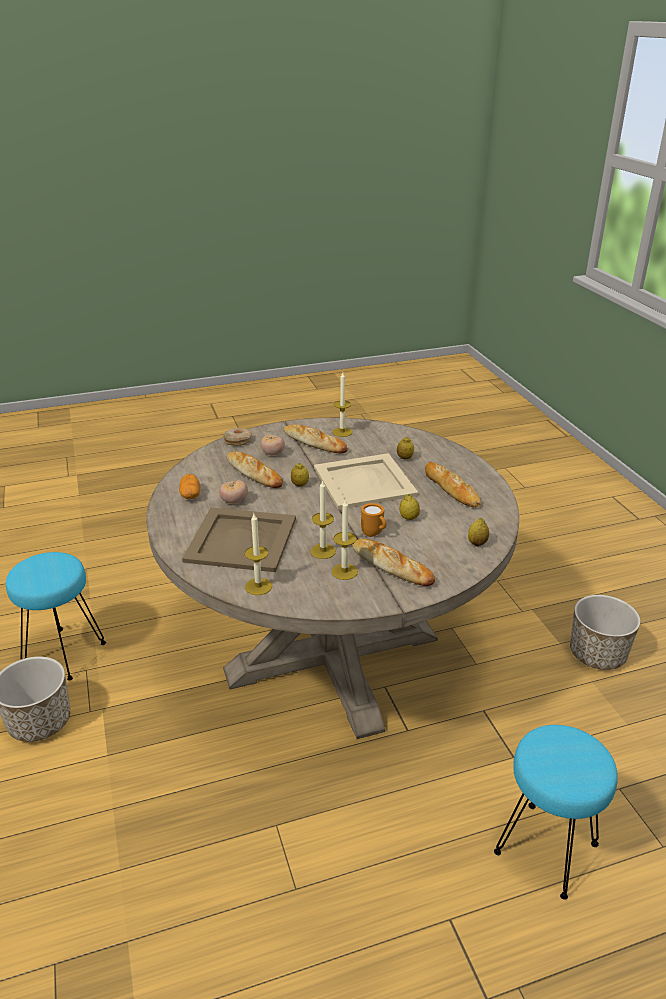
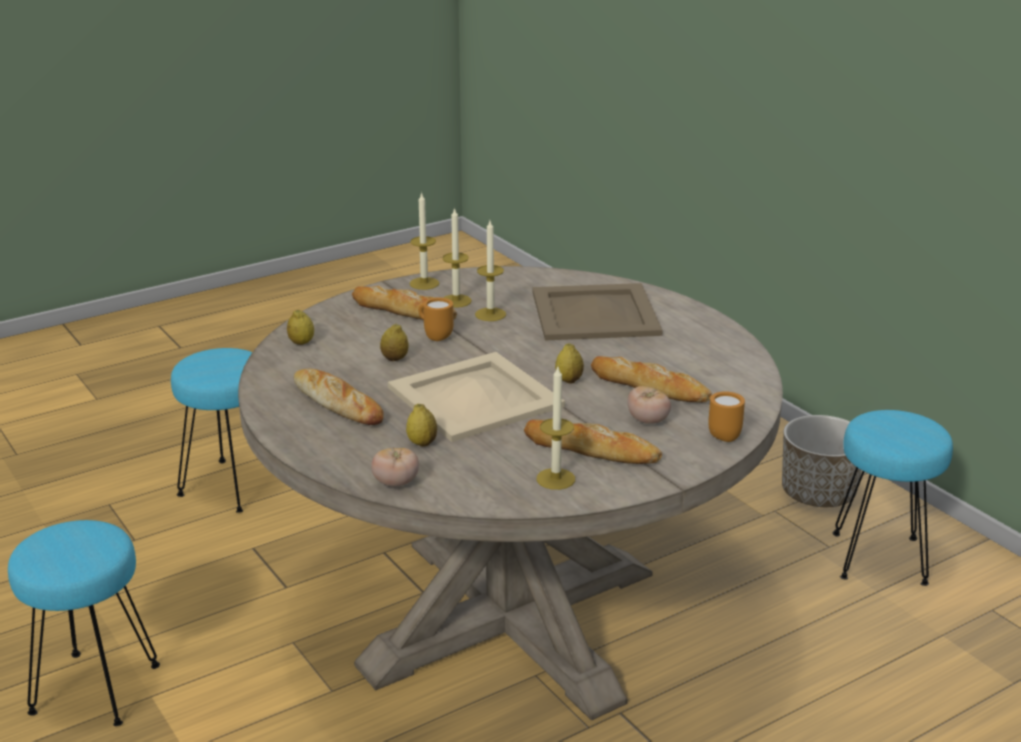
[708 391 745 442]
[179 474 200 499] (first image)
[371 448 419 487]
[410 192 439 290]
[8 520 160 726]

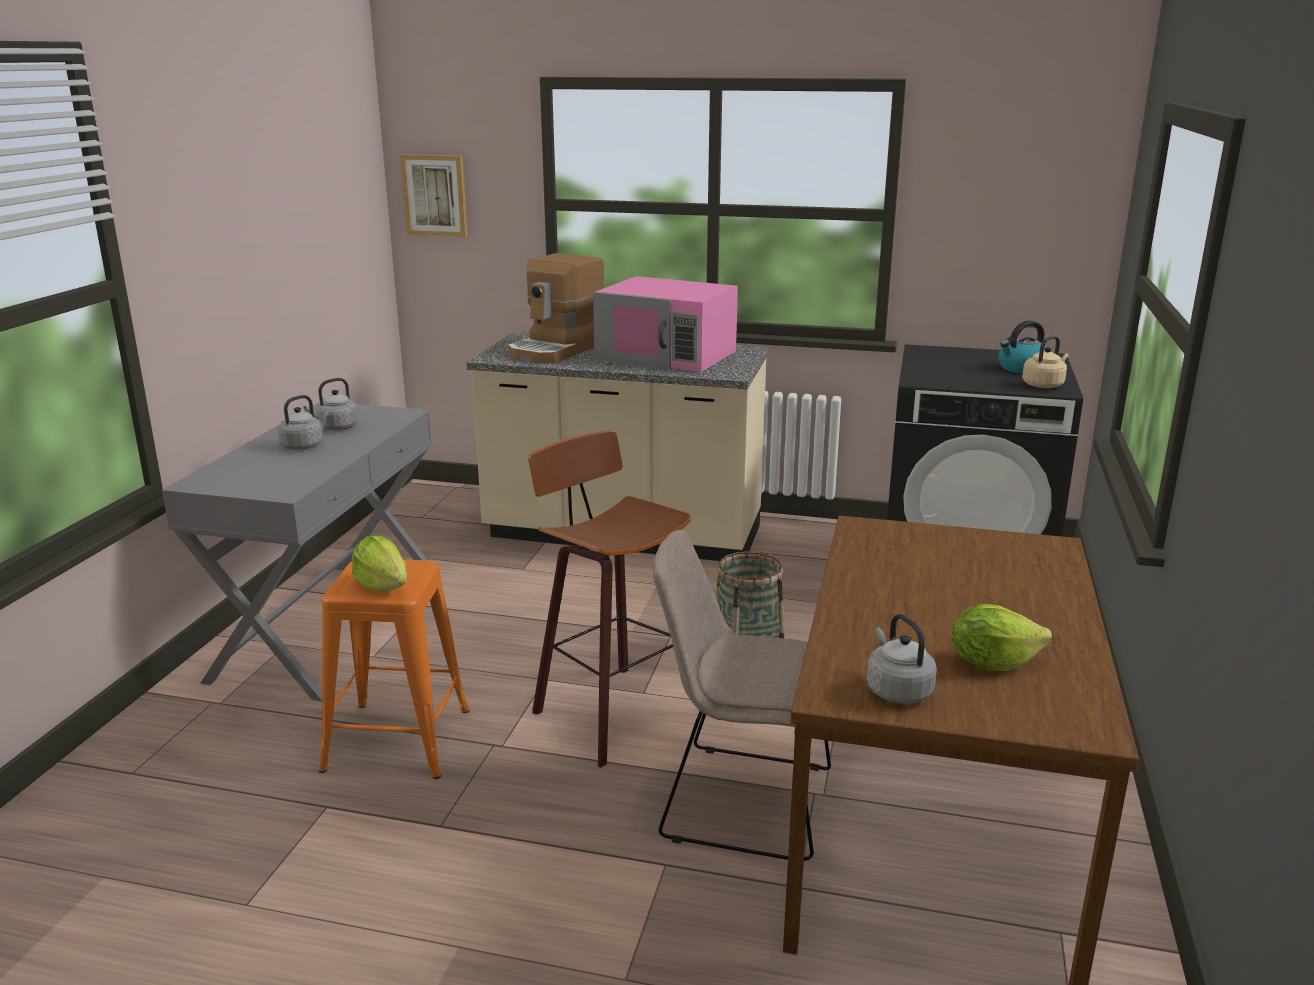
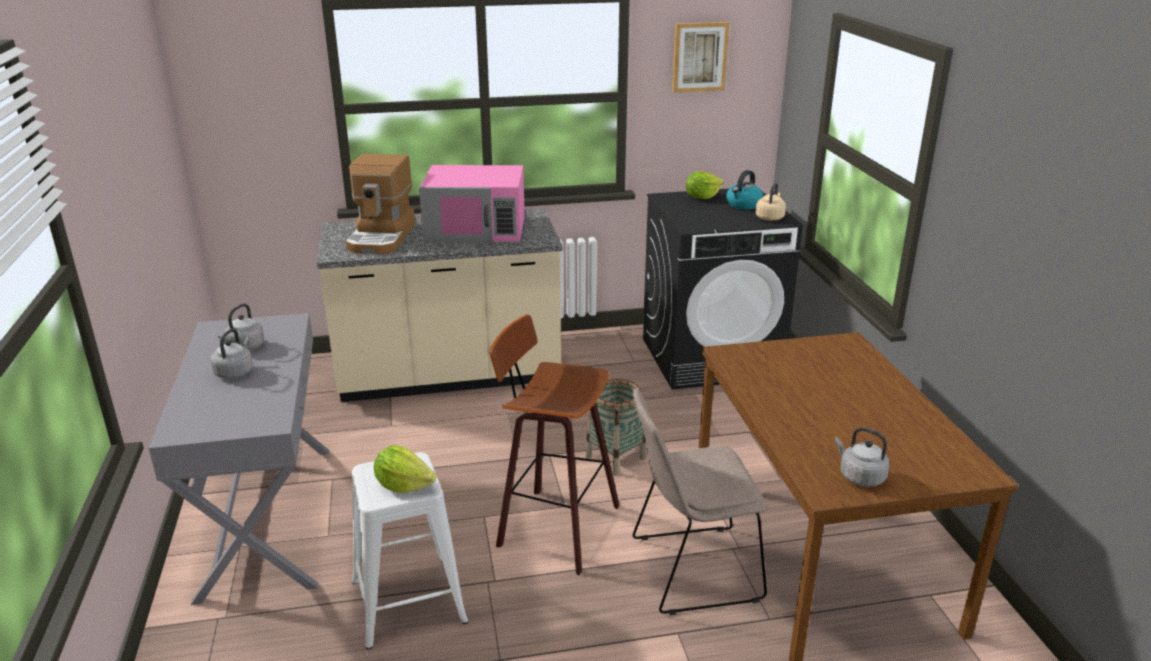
[672 22 729 92]
[351 452 469 650]
[686 171 724 199]

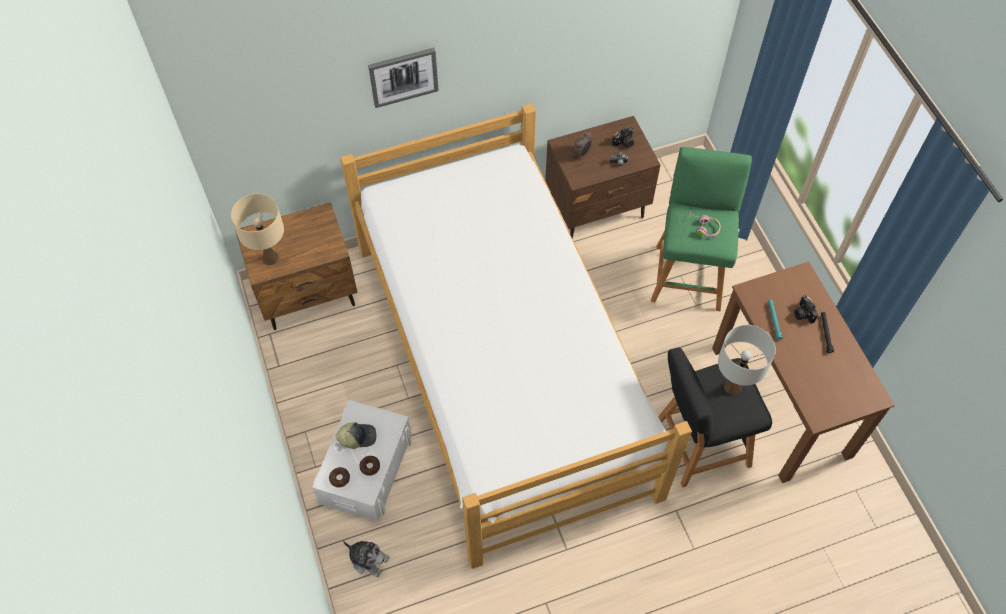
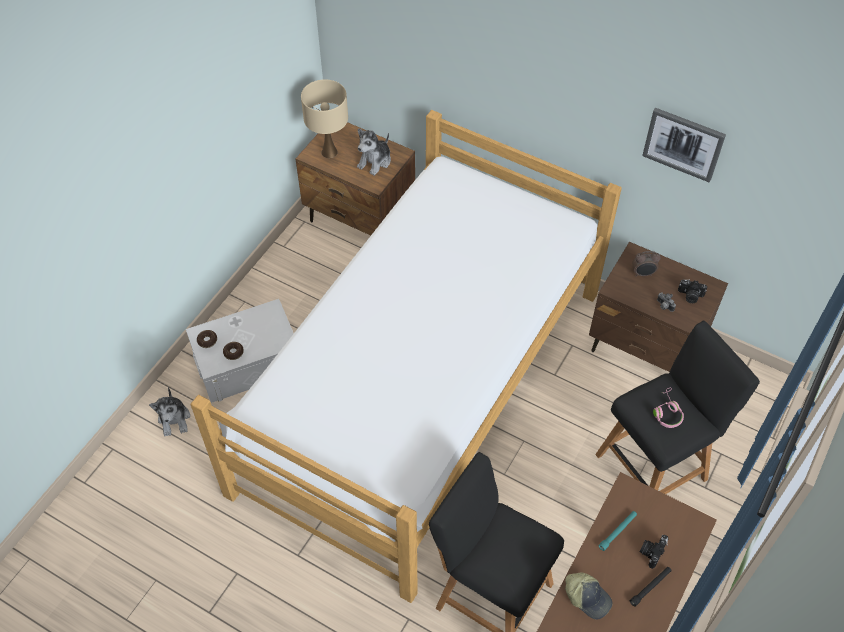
[642 108 726 183]
[595 321 760 494]
[718 325 776 395] (first image)
[565 573 612 620]
[357 128 391 176]

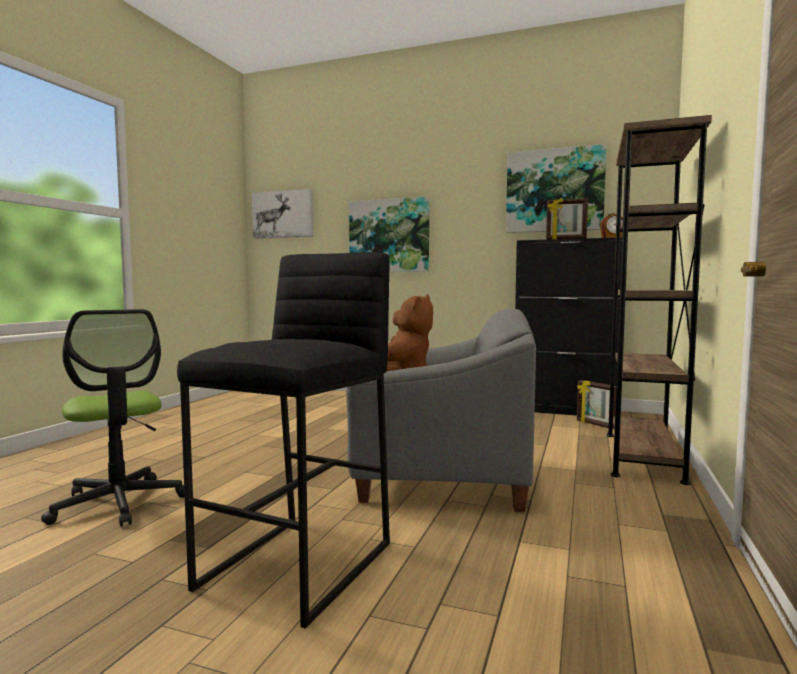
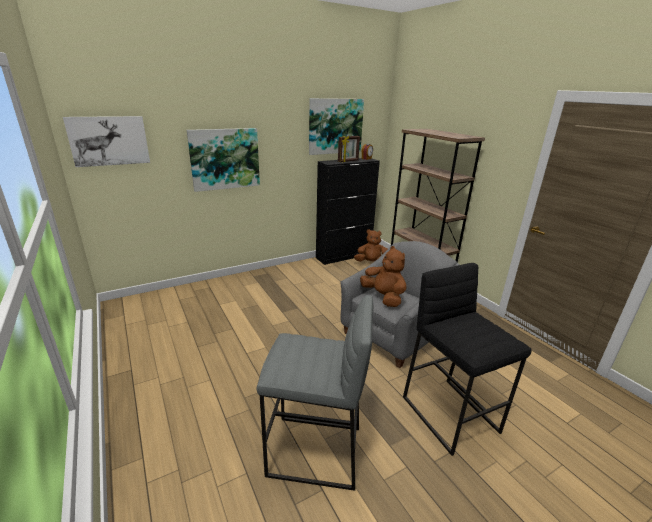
[256 295 373 491]
[354 229 387 262]

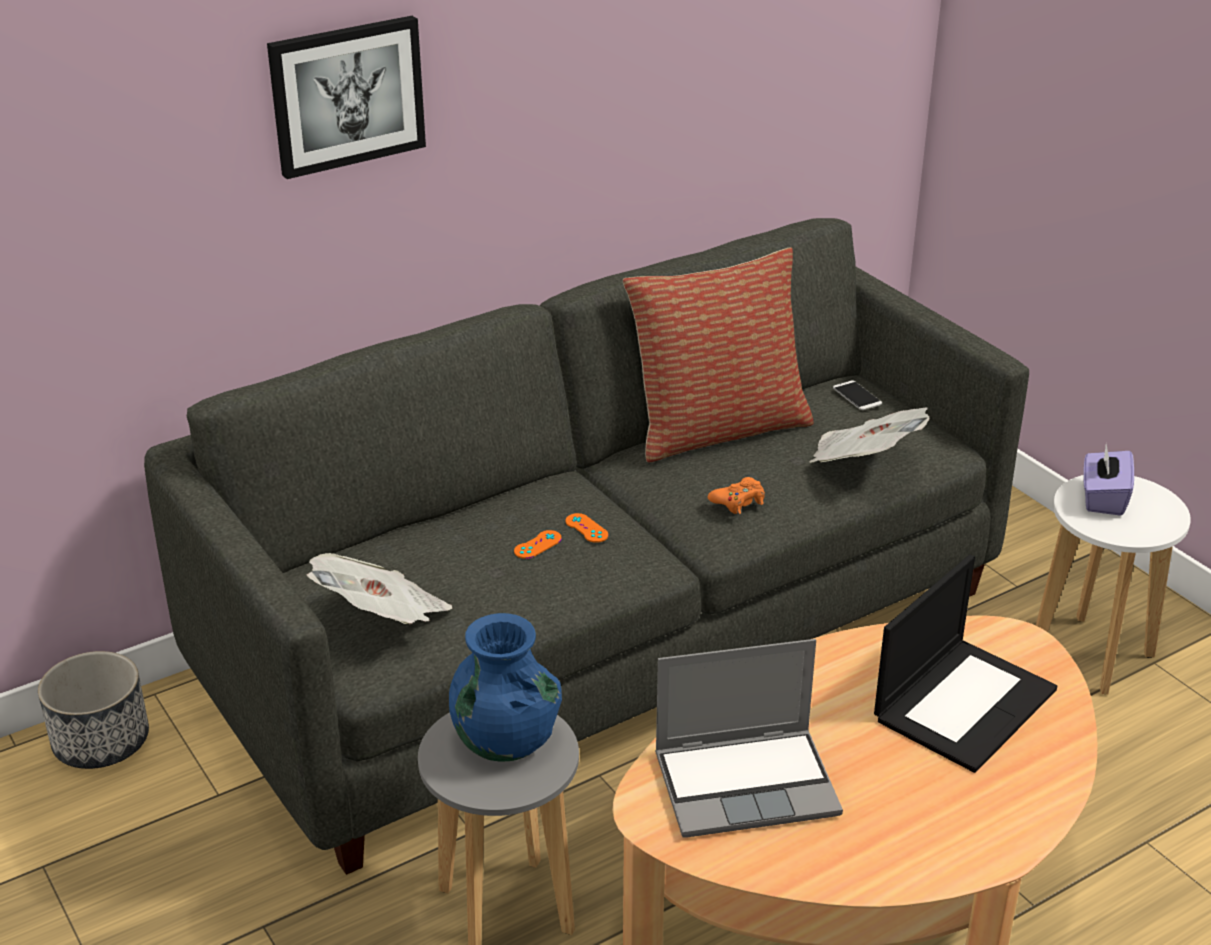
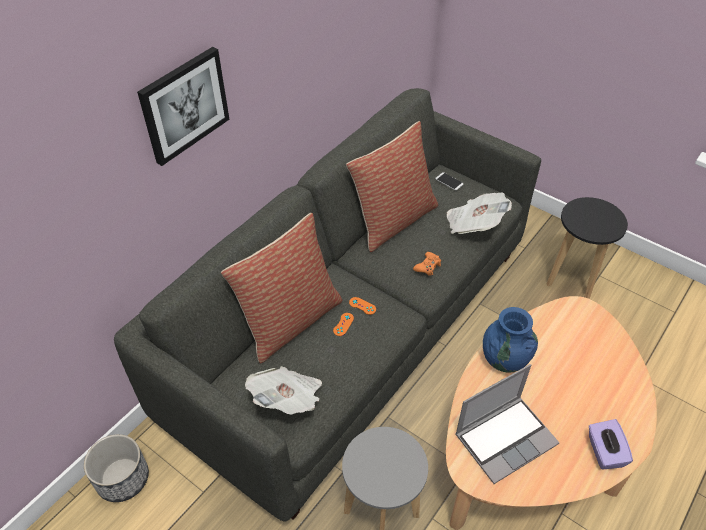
[589 419 633 470]
[547 197 628 299]
[874 555 1057 773] (first image)
[483 307 538 372]
[221 213 342 364]

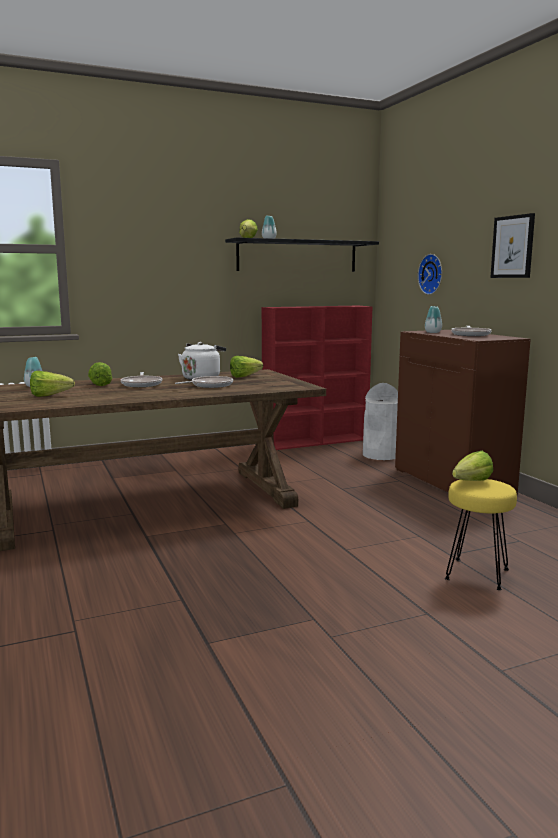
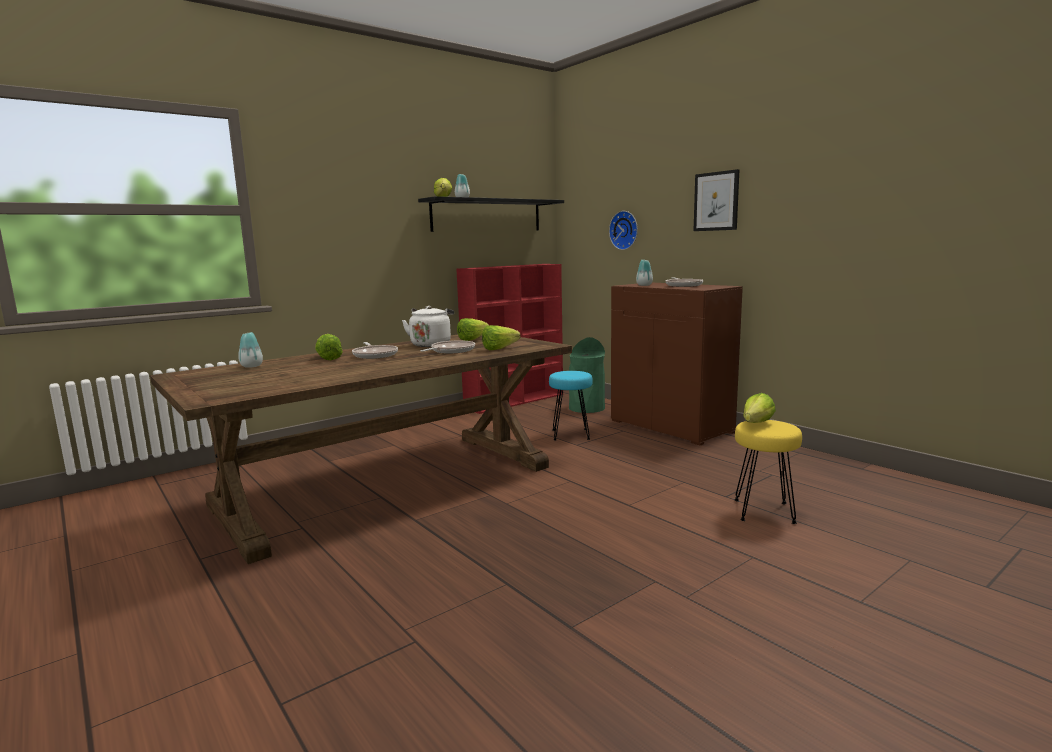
[482 325 520 351]
[569 337 605 413]
[549 371 593 440]

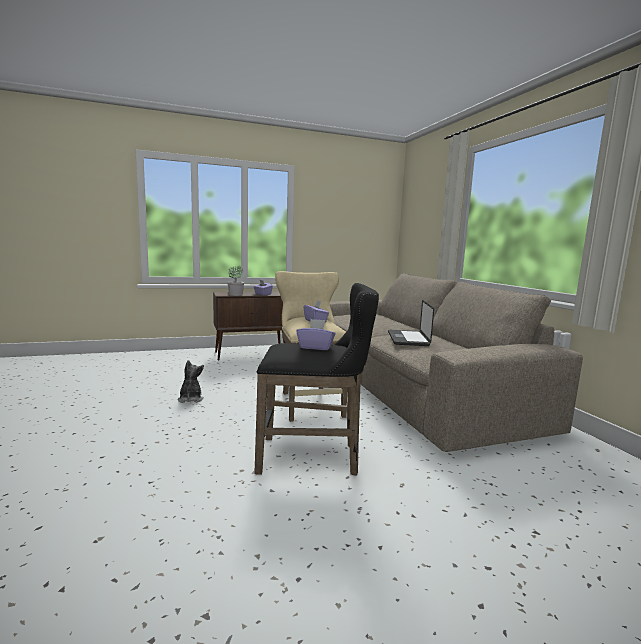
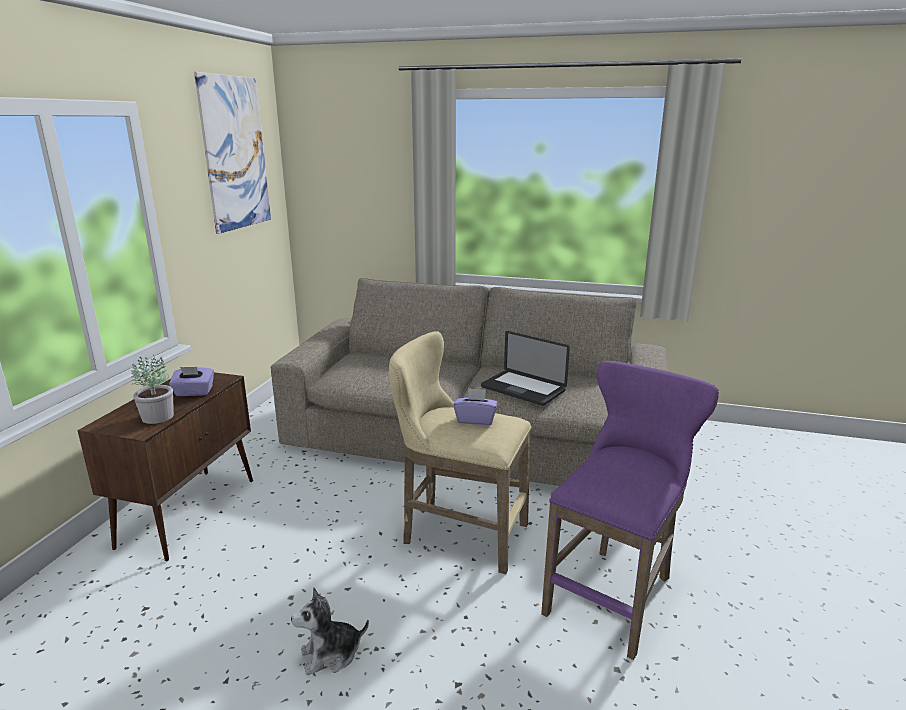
[541 361 719 660]
[297 319 336 350] (first image)
[291 588 369 675]
[194 72 271 234]

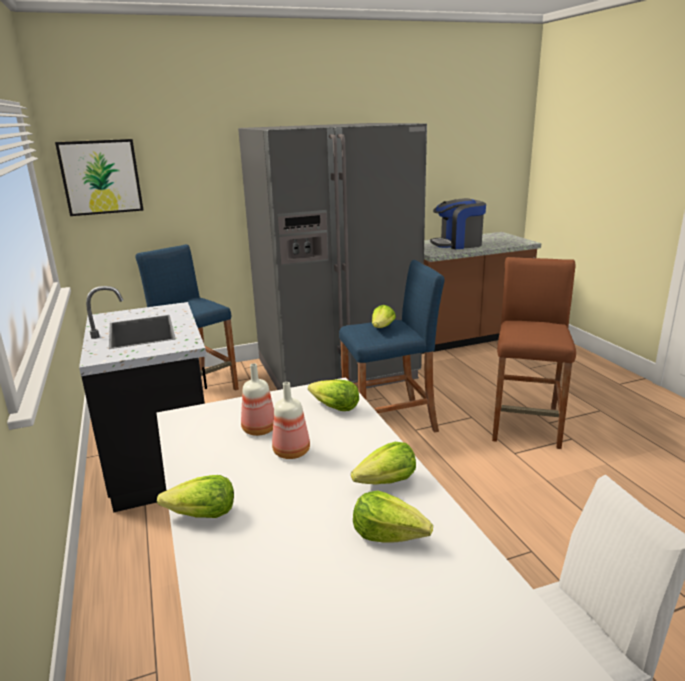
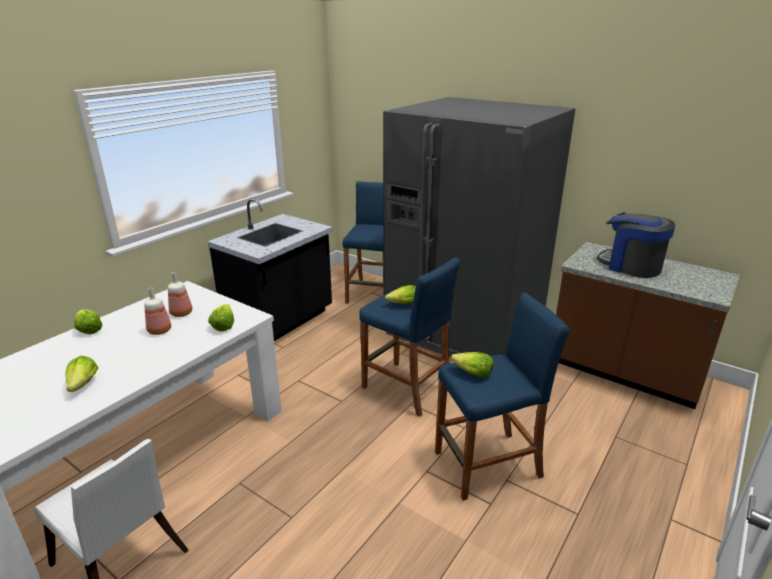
[55 139 144 216] (first image)
[435 292 569 501]
[451 352 493 377]

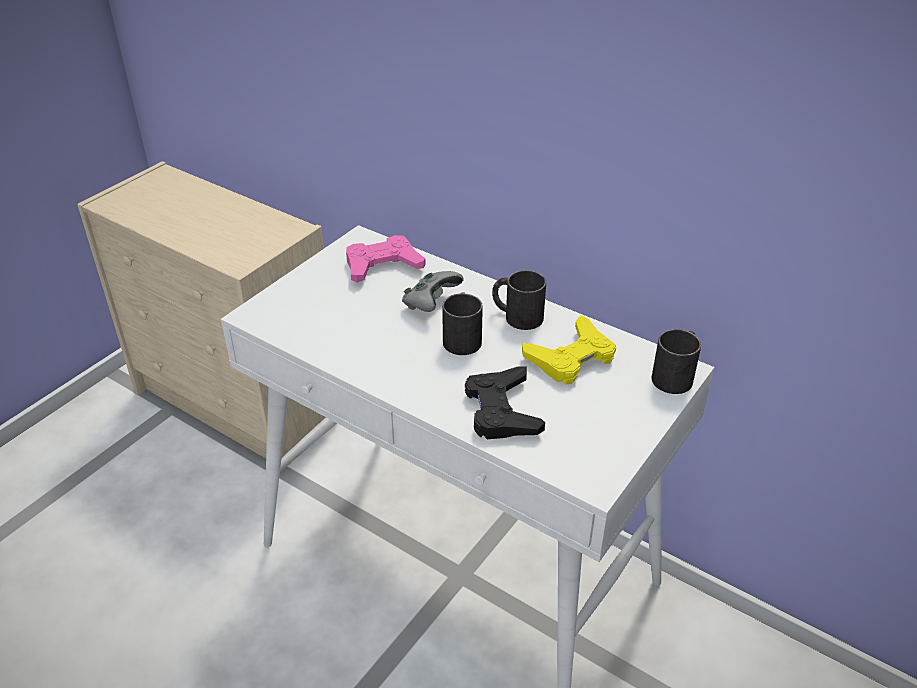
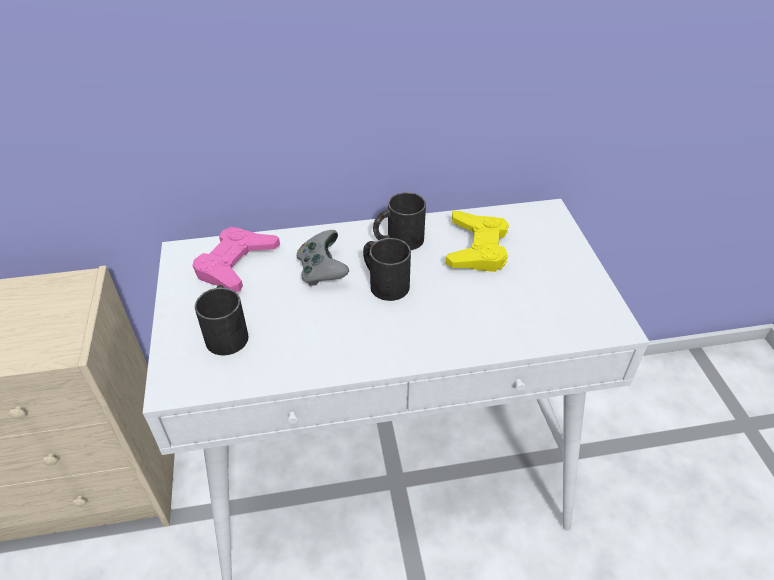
[195 285 249 355]
[465 366 545 439] (first image)

